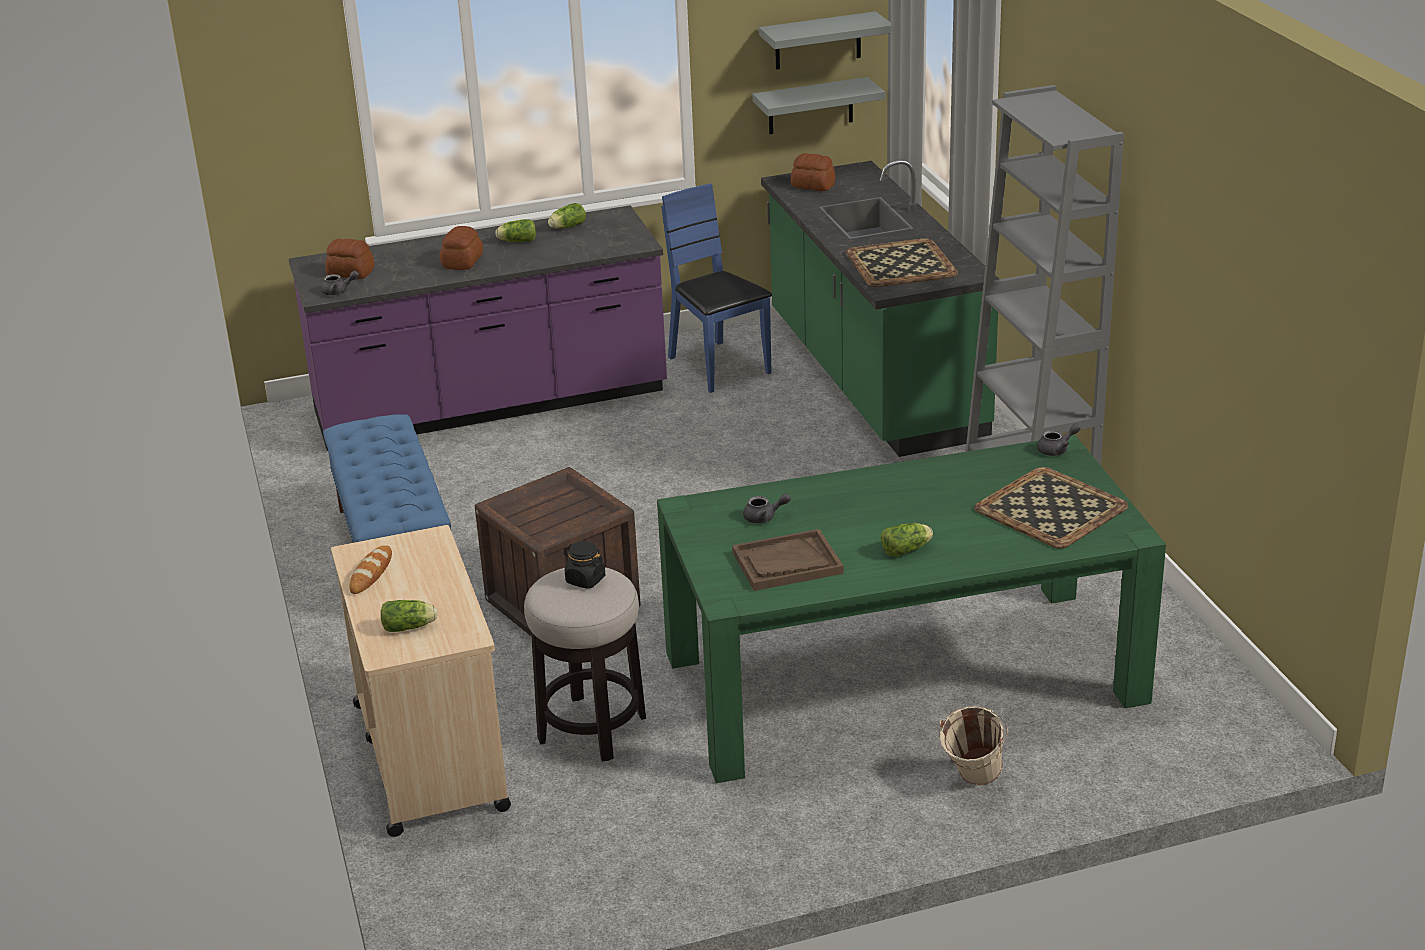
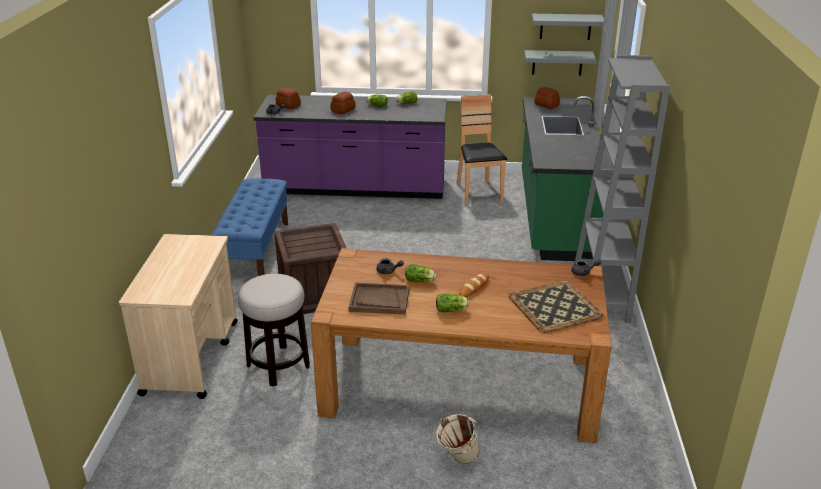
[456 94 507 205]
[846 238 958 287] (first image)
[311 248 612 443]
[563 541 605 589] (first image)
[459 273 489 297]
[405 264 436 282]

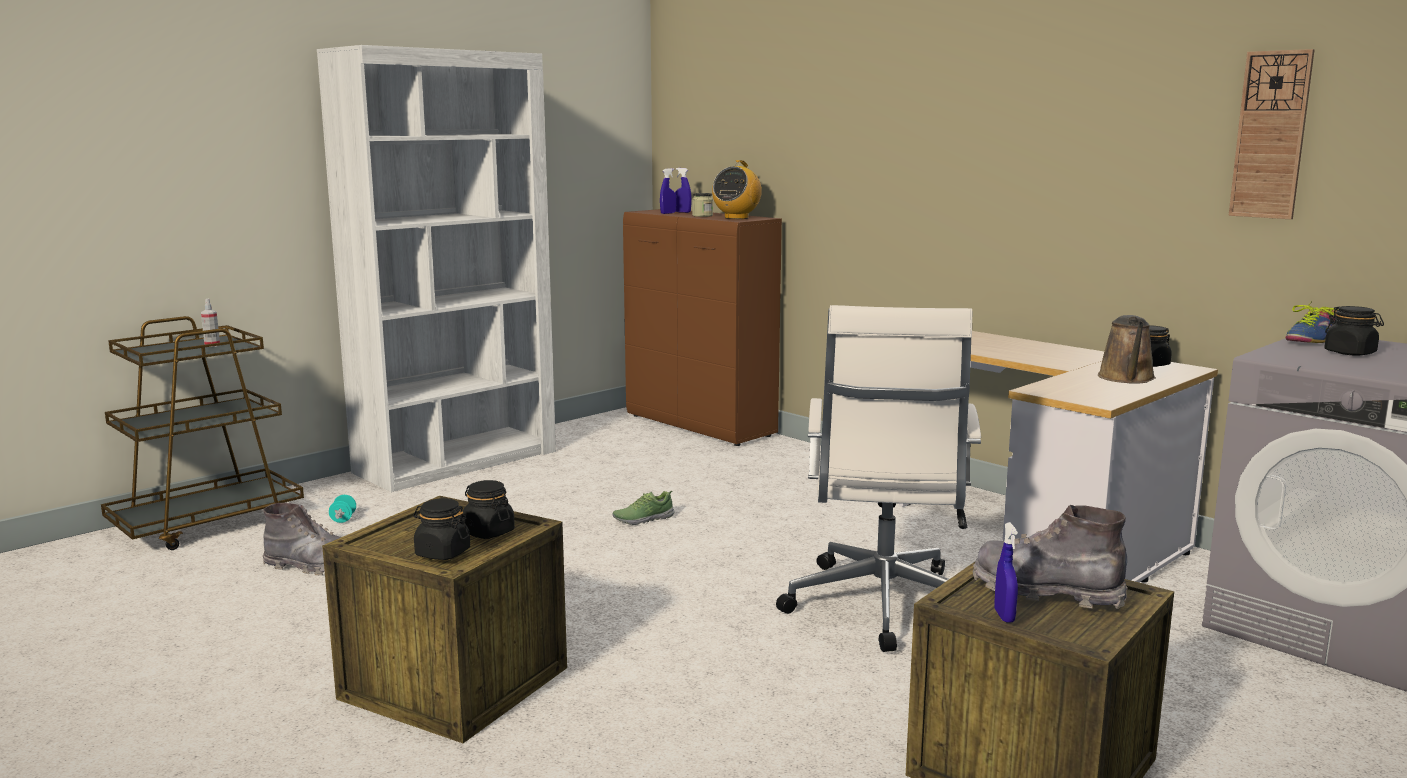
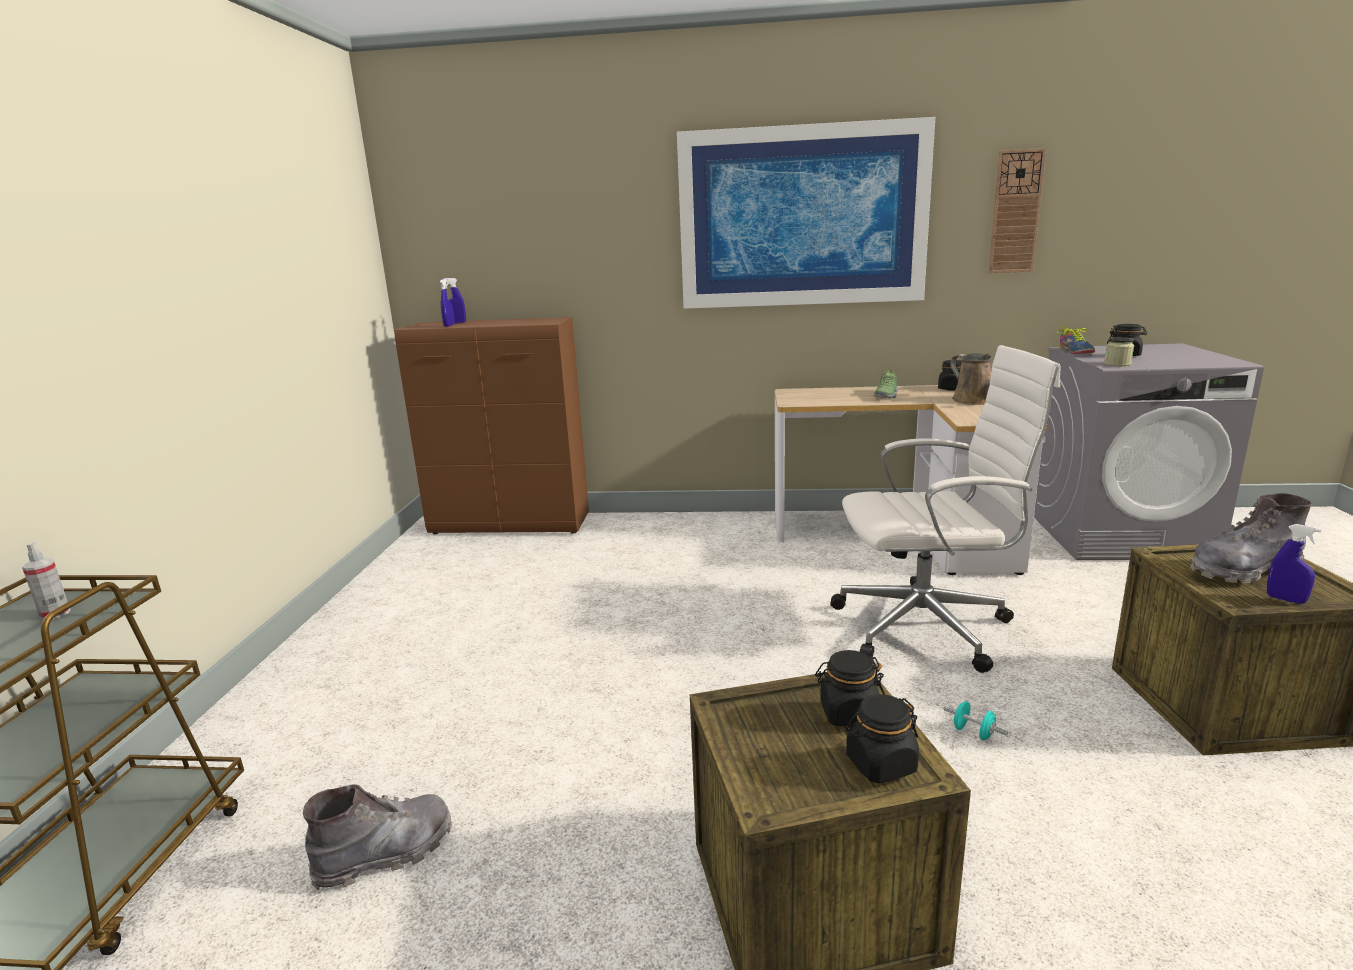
[317 45 556 492] (first image)
[712 160 762 219] (first image)
[1104 337 1134 366]
[830 345 1061 673]
[874 370 898 398]
[943 701 1008 740]
[677 117 935 309]

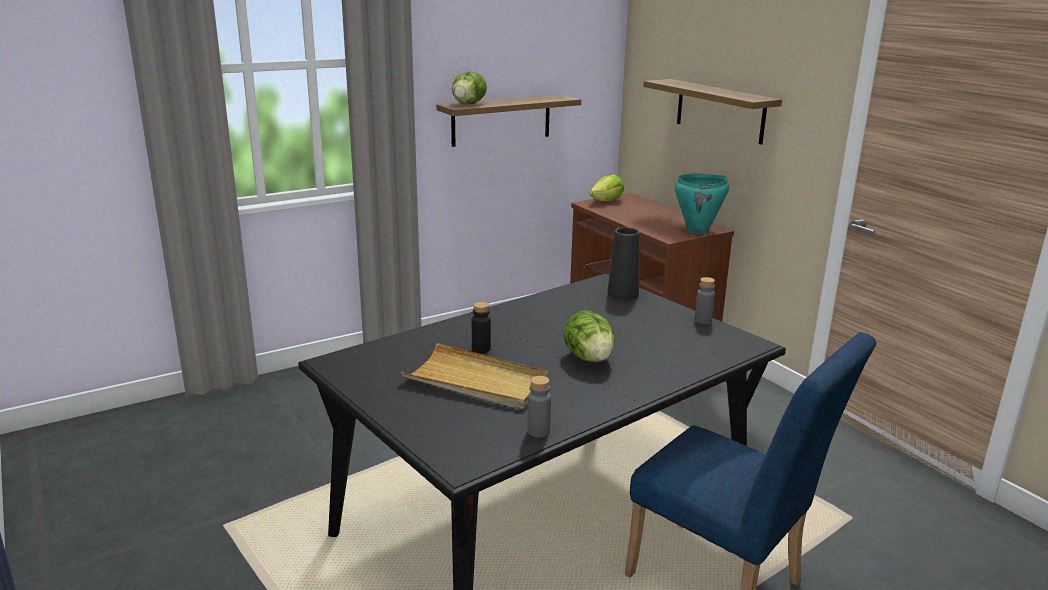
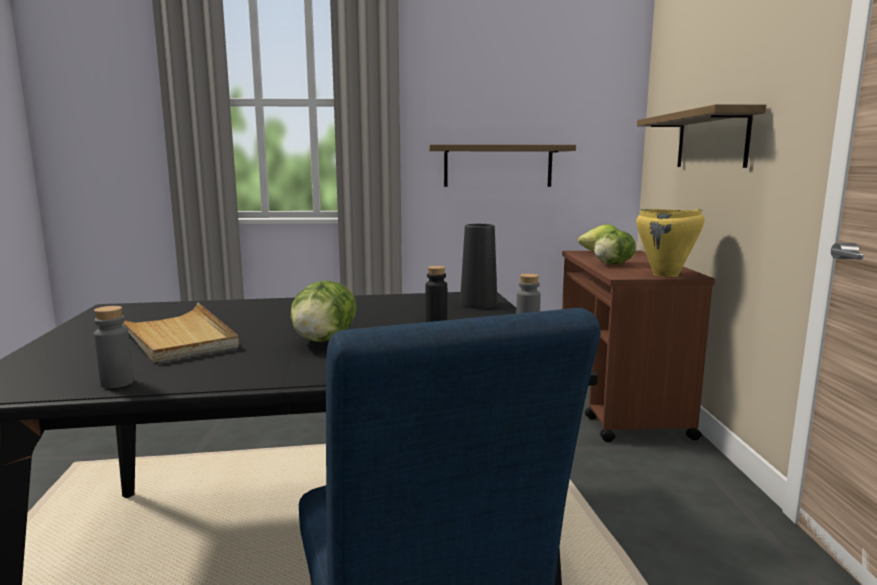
[594 230 636 265]
[636 209 705 277]
[426 266 447 322]

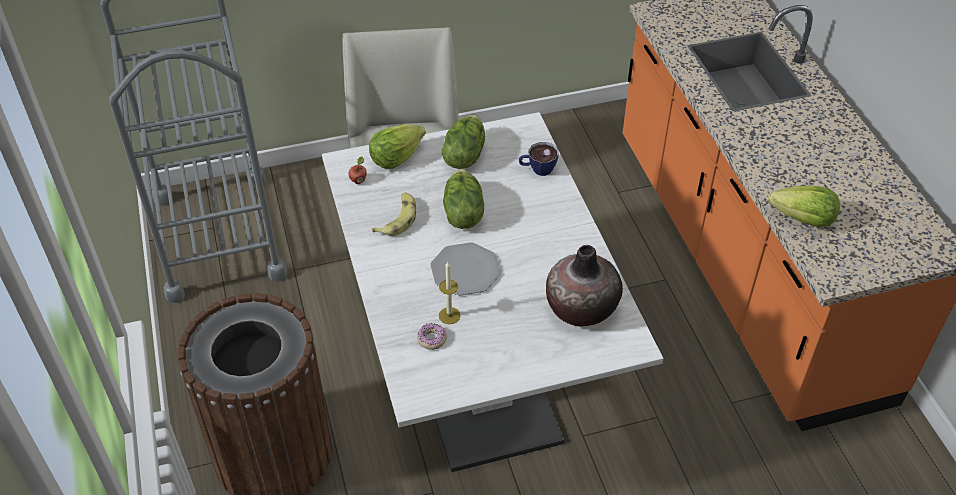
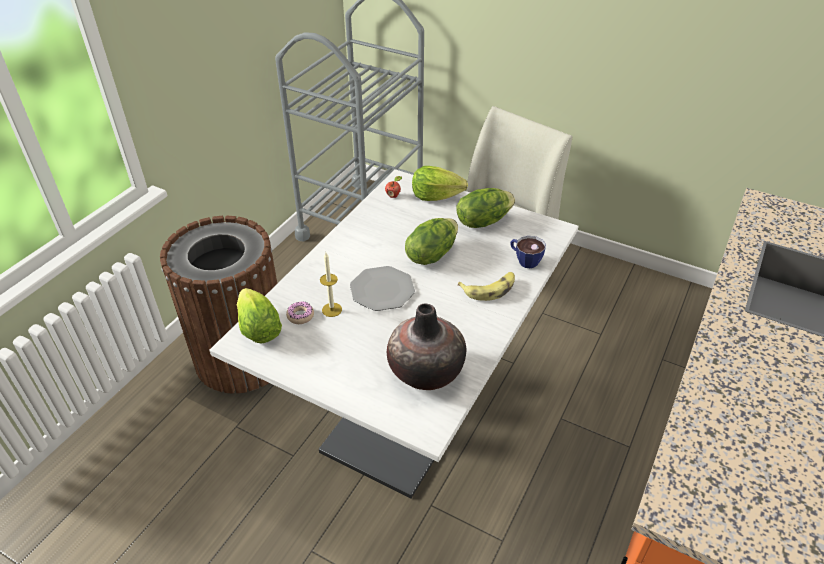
[237 288 282 344]
[458 272 515 301]

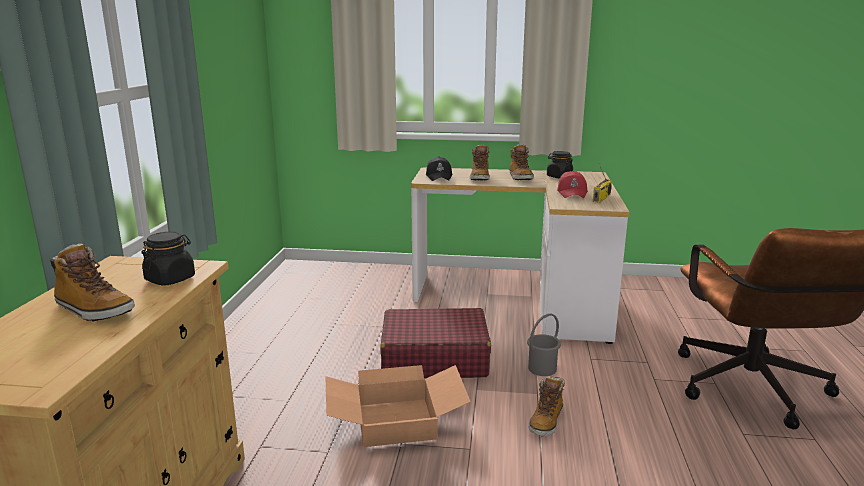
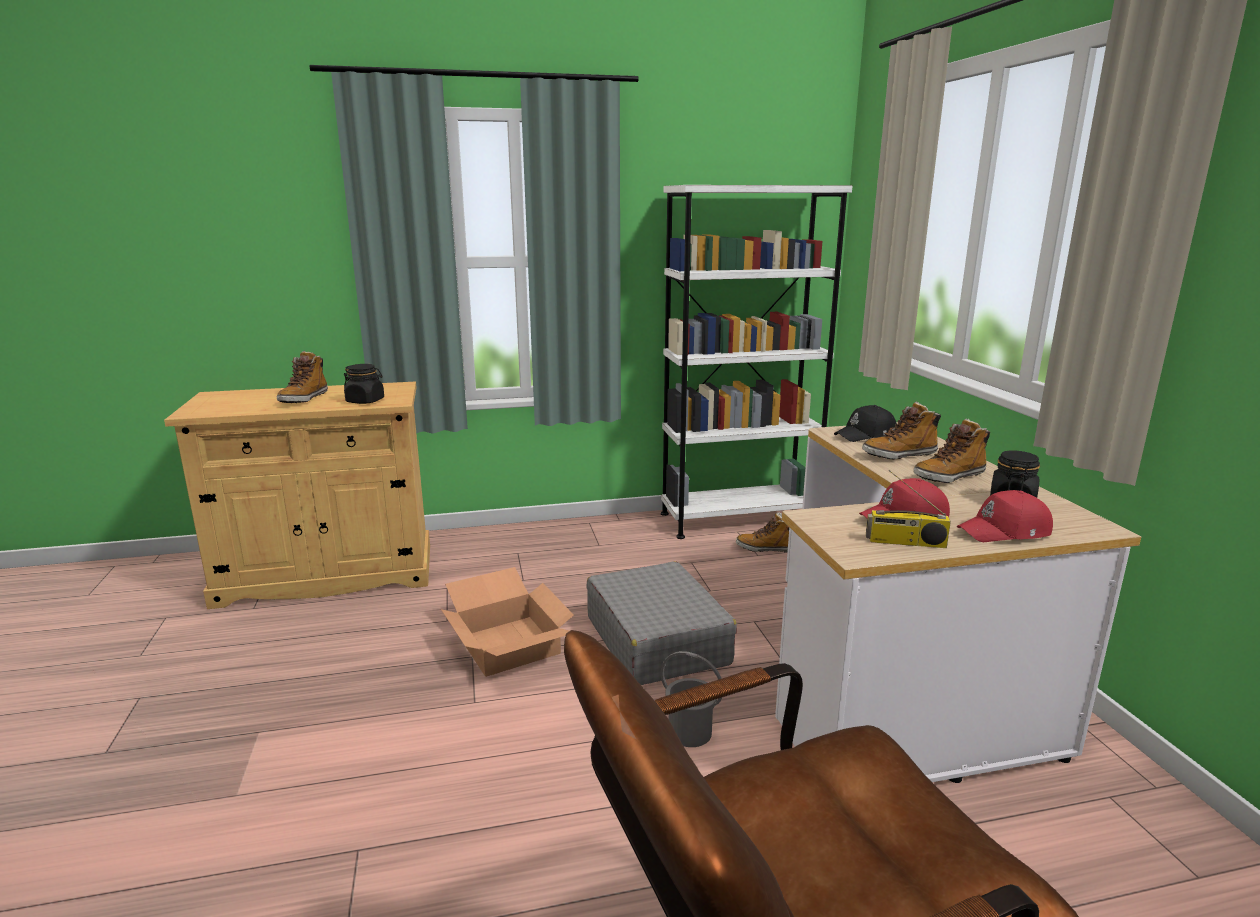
[586 561 737 685]
[736 512 789 552]
[661 185 852 539]
[957 490 1053 542]

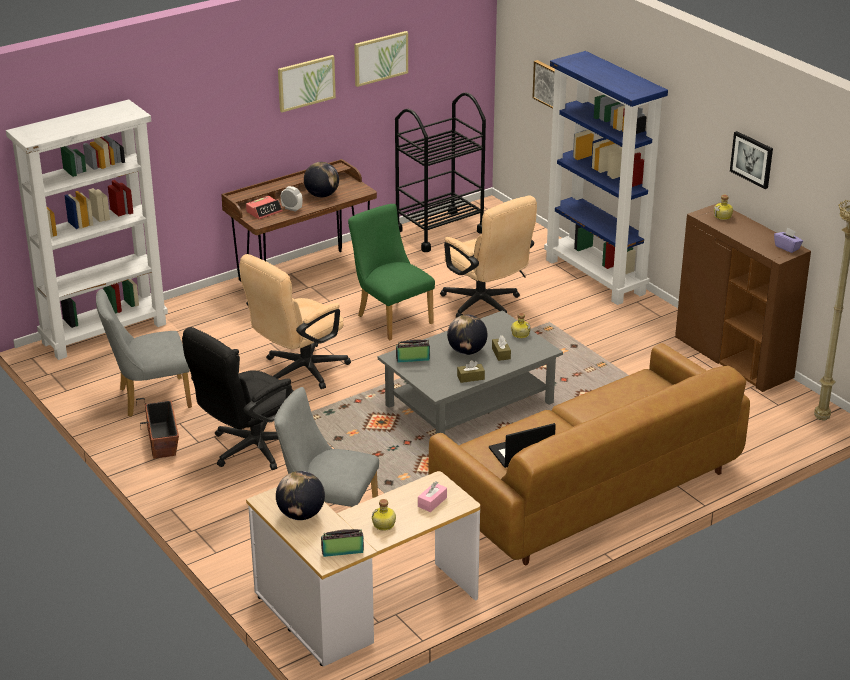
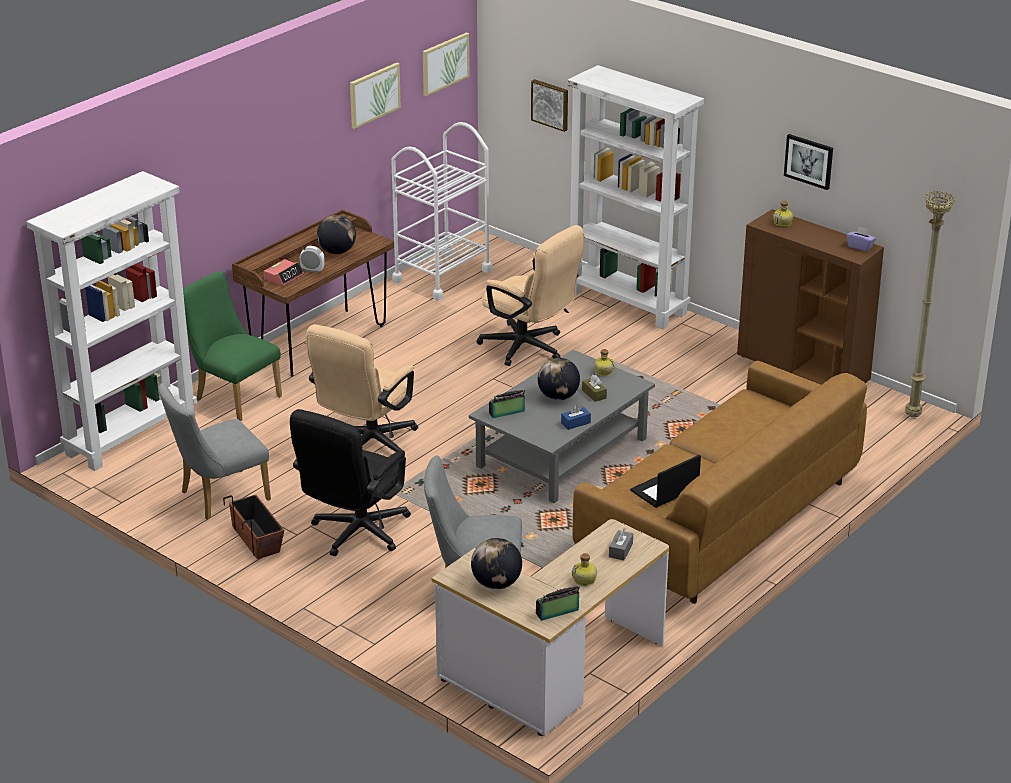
[568 65 704 329]
[423 32 469 96]
[391 122 492 300]
[183 271 282 421]
[561 405 591 430]
[609 528 633 560]

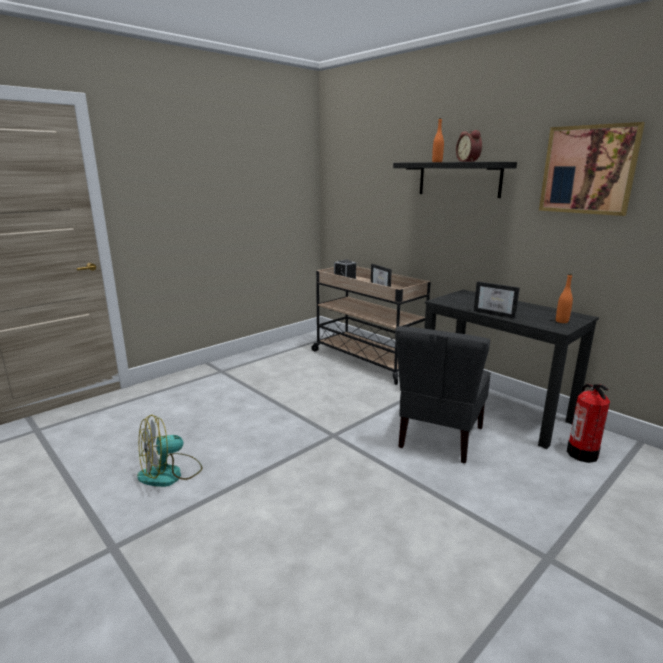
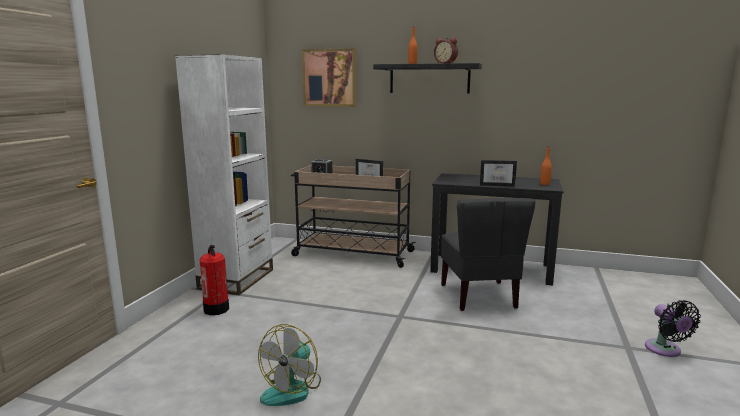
[302 48 356 107]
[199 245 229 315]
[175 54 273 295]
[645 300 701 357]

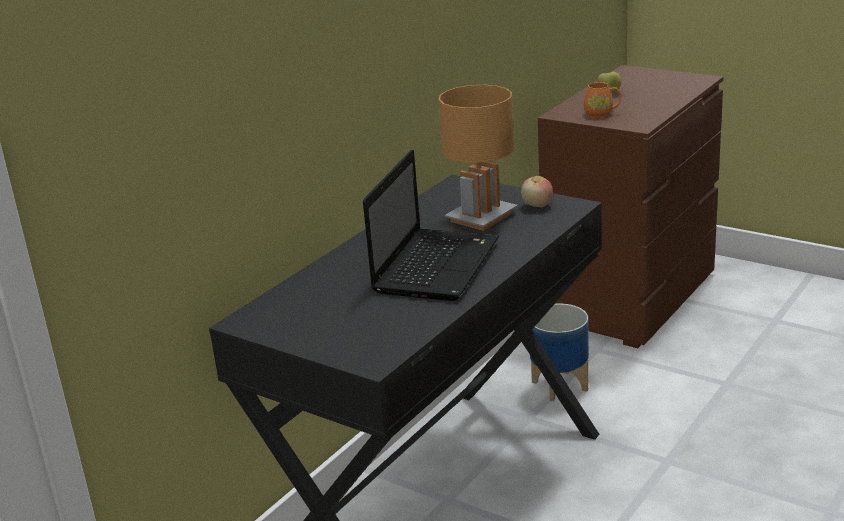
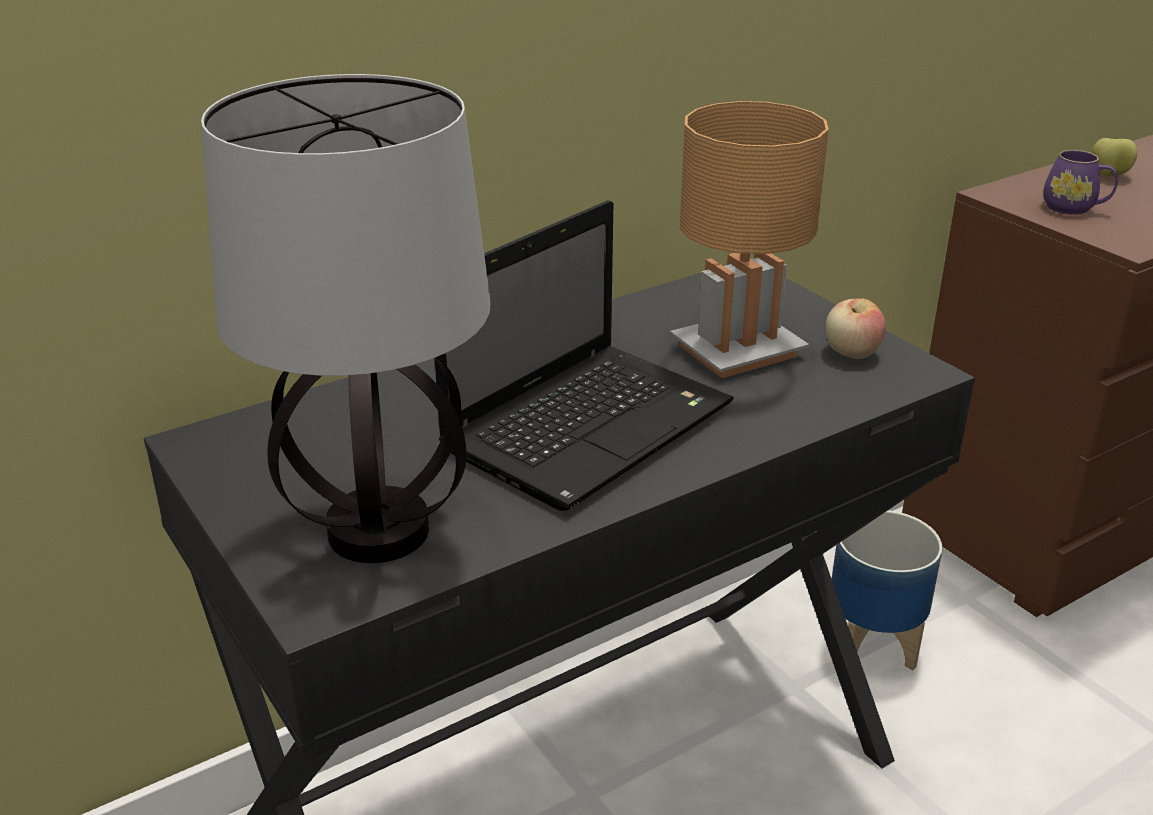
[1043 150 1118 215]
[201 74 491 563]

